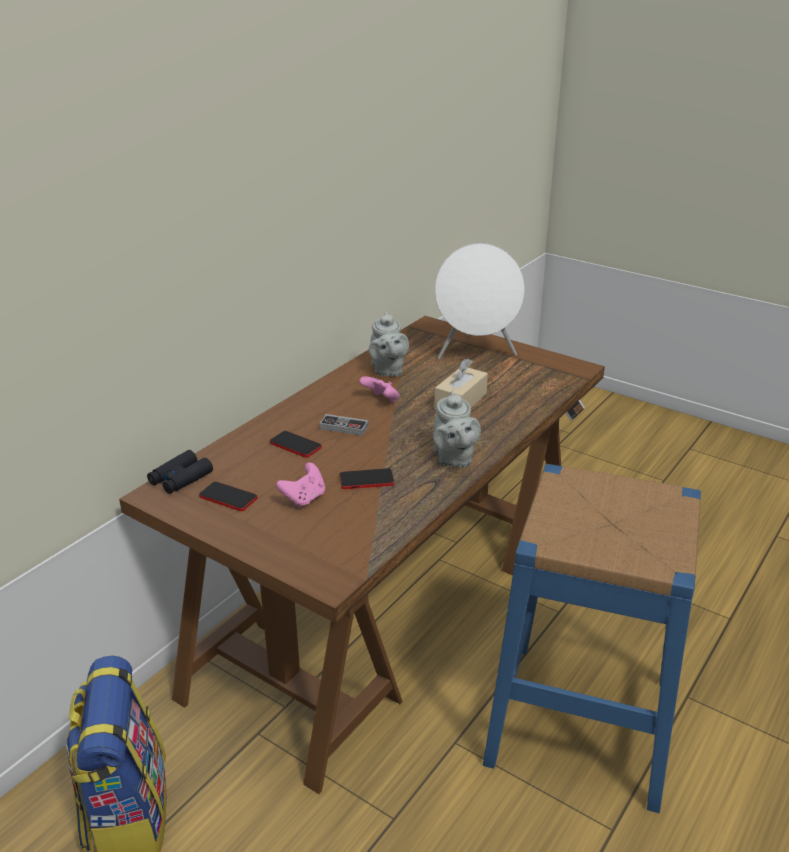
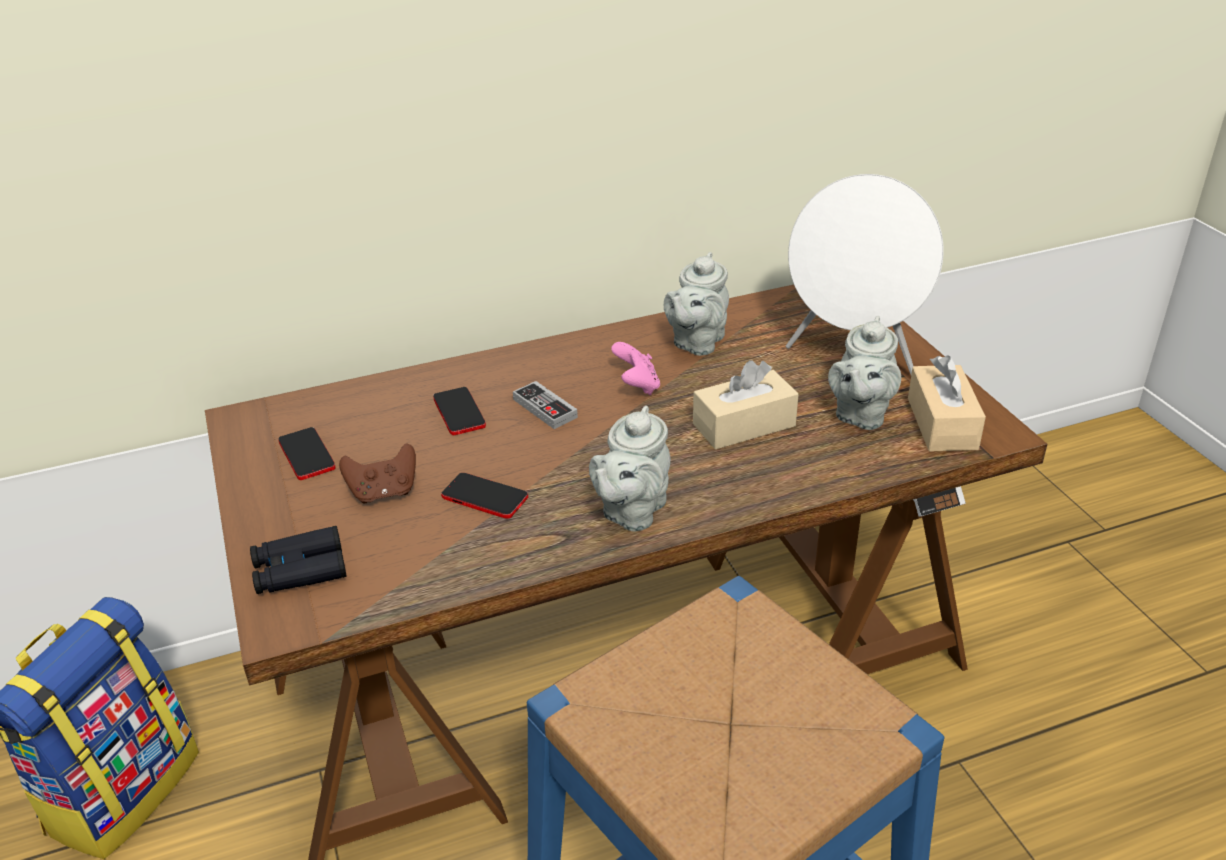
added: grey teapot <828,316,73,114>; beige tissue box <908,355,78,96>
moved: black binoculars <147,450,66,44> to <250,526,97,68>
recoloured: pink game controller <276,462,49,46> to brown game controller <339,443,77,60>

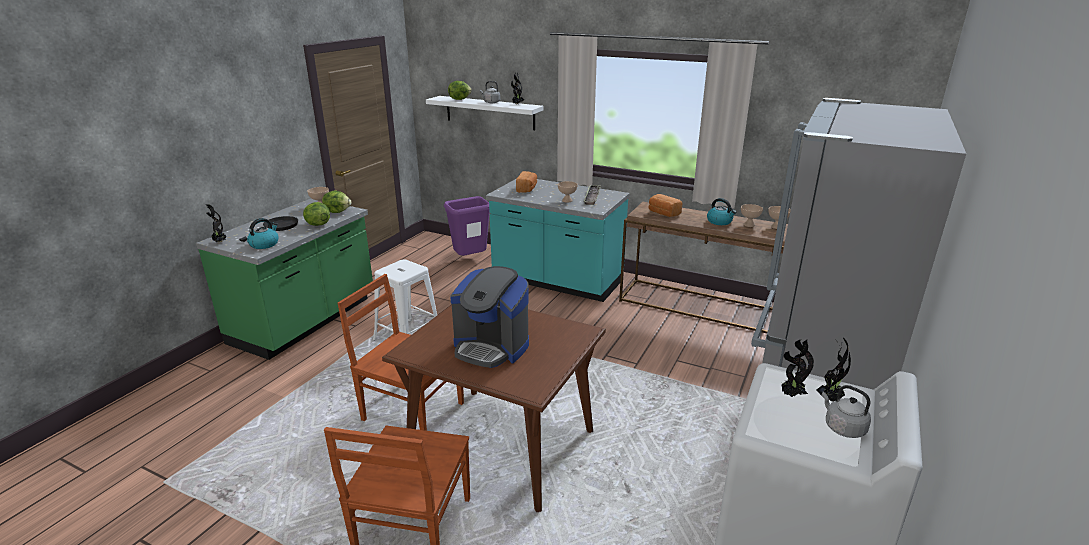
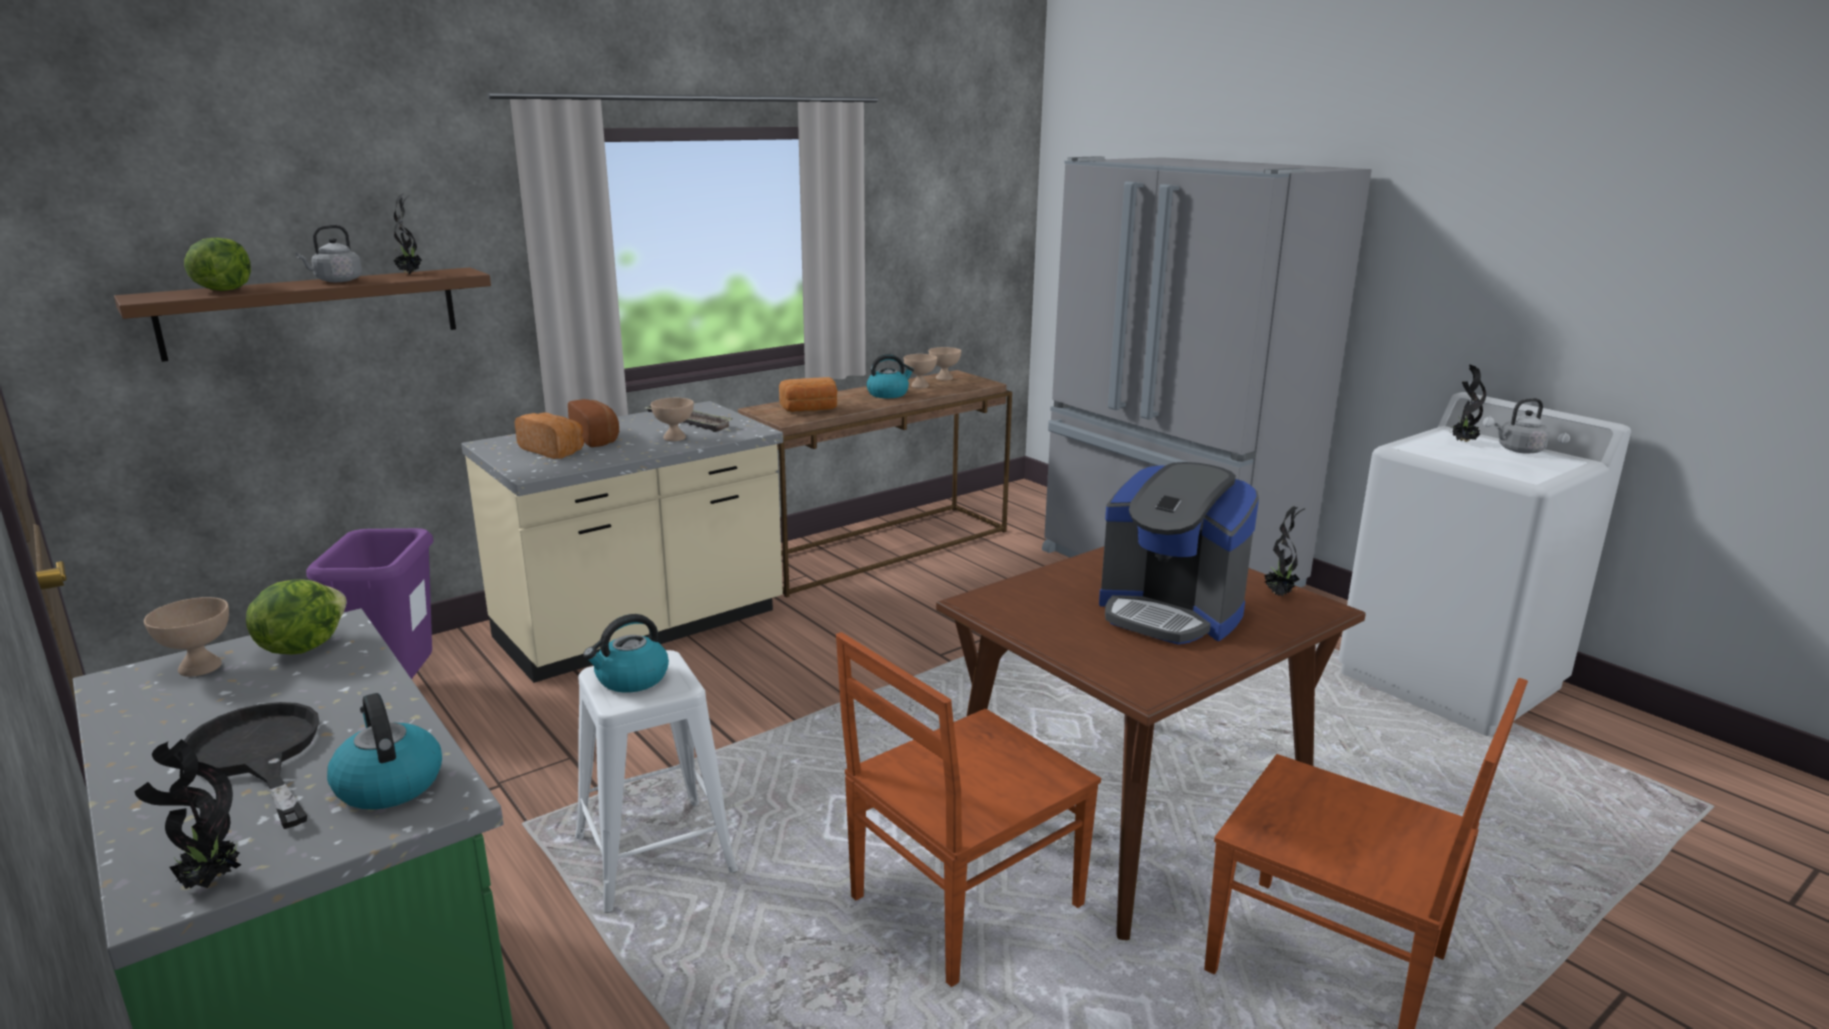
removed: lettuce <303,202,27,24>
added: bread <568,399,51,48>; kettle <583,614,86,78>
moved: potted plant <781,340,33,57> to <1264,506,41,90>
recoloured: white shelf <426,96,118,34> to brown shelf <114,267,377,95>; turquoise counter <486,179,144,123> to beige counter <461,401,322,282>
turned: coffee machine <450,266,79,102> = <1099,462,160,183> 75 degrees clockwise

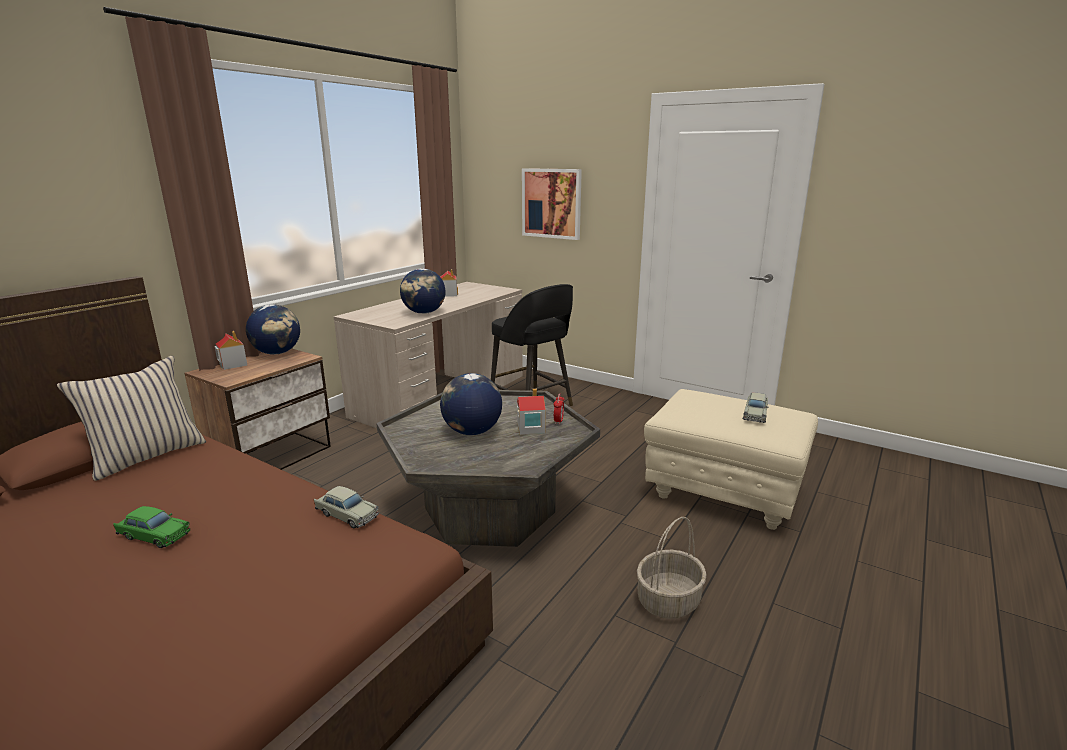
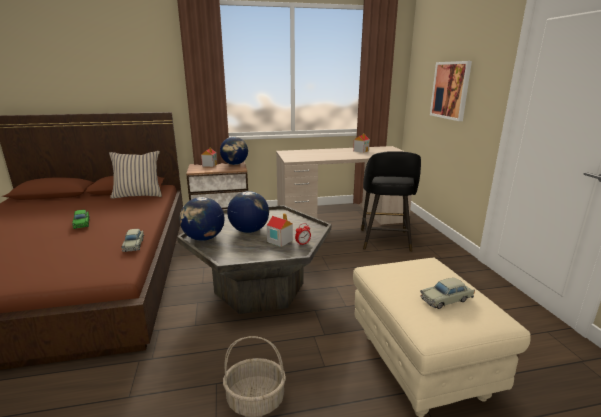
moved: globe <400,268,45,46> to <179,197,45,44>

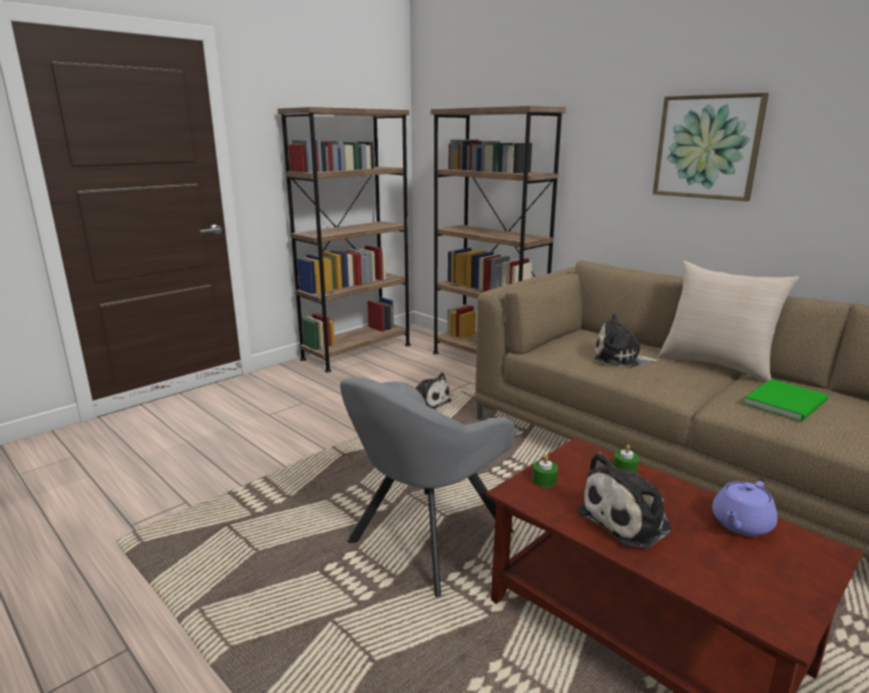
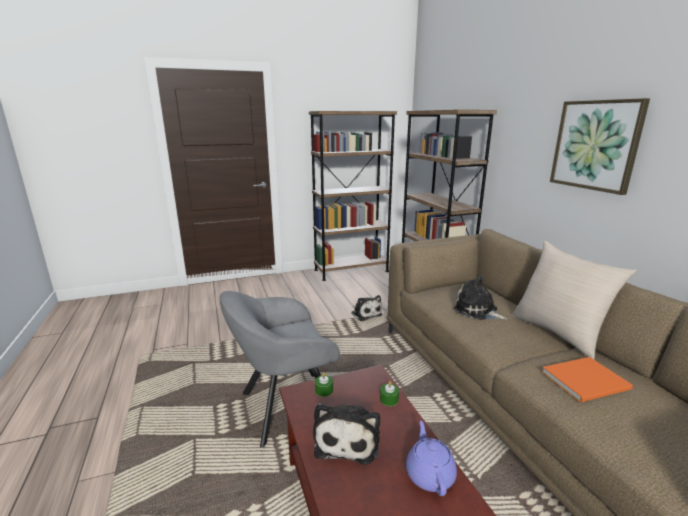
recoloured: green book <744,379,84,42> to orange book <542,357,91,46>
turned: plush toy <577,452,95,96> = <313,403,67,62> 75 degrees counterclockwise; purple teapot <712,481,66,55> = <406,421,51,75> 105 degrees clockwise

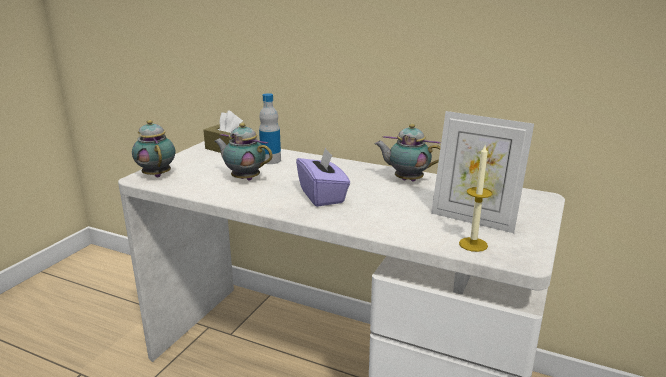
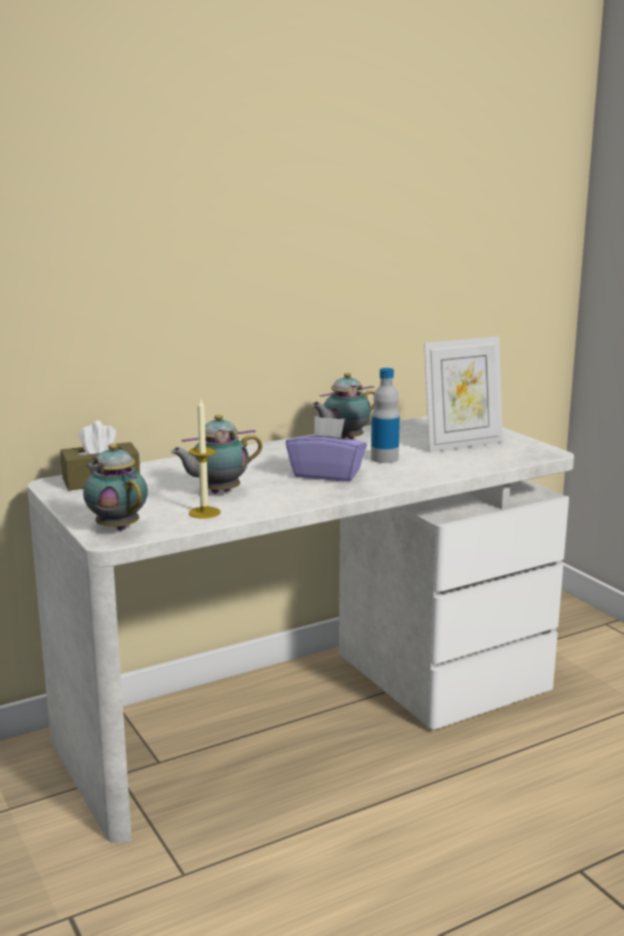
moved: candle <459,146,33,106> to <189,397,32,121>; bottle <259,93,22,71> to <371,368,29,95>
turned: teapot <132,120,43,58> = <83,443,65,88> 45 degrees clockwise

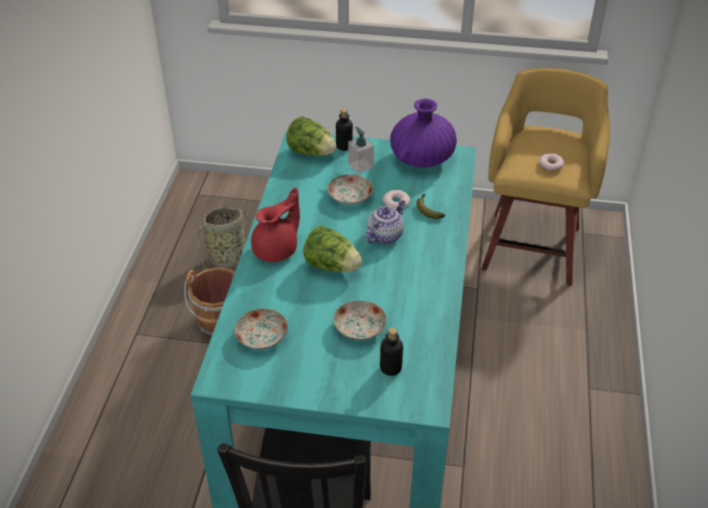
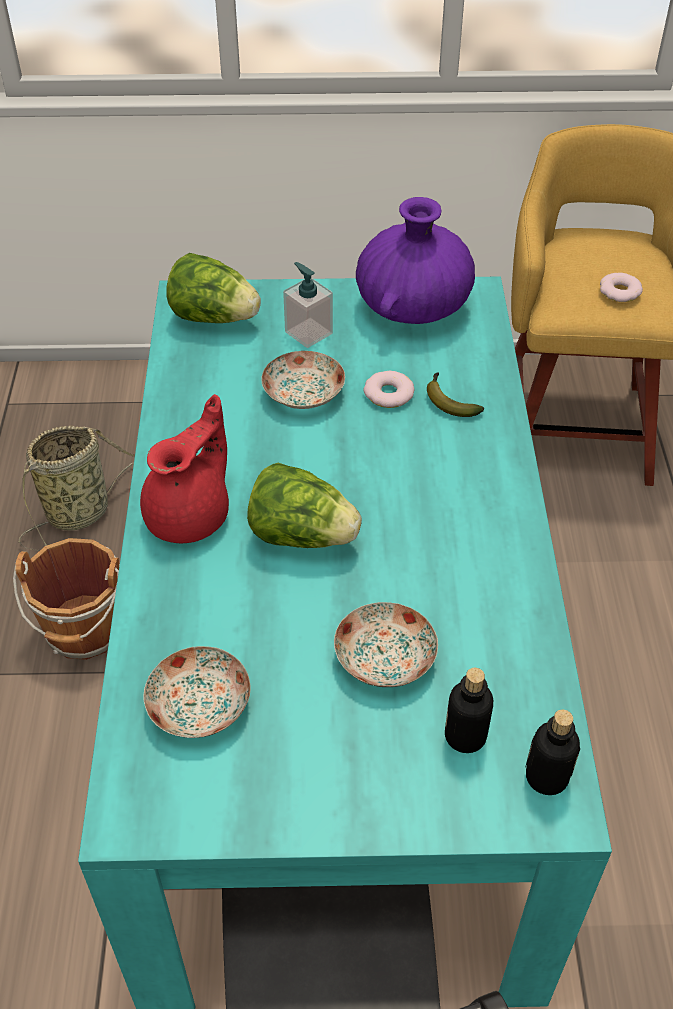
removed: teapot <365,200,40,44>
moved: bottle <336,108,17,43> to <526,710,54,85>

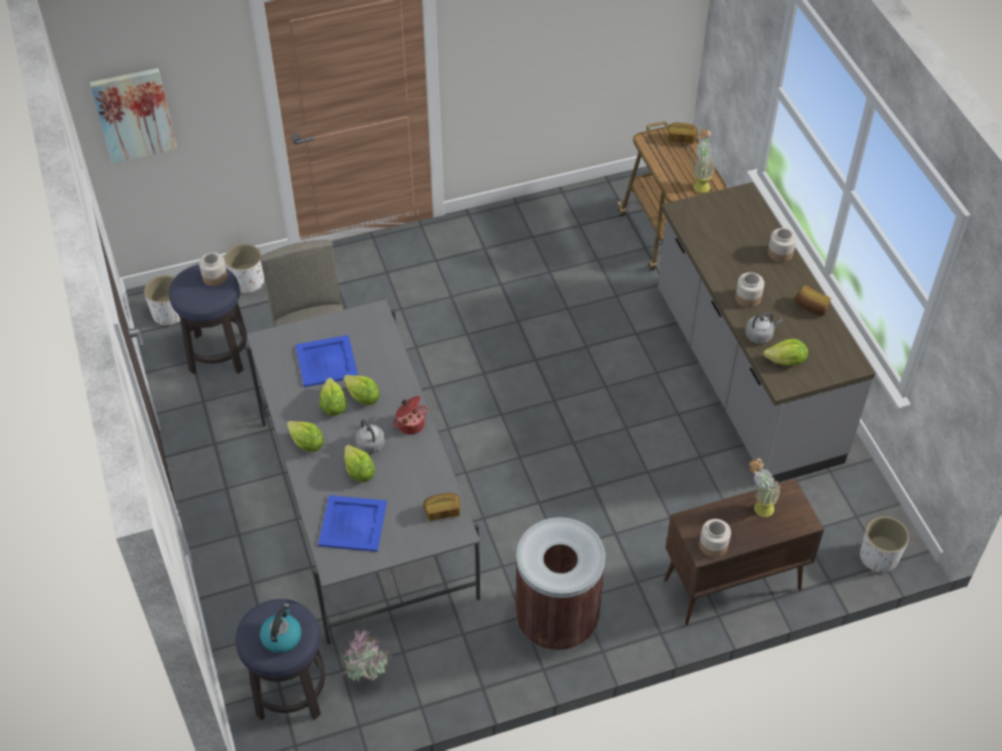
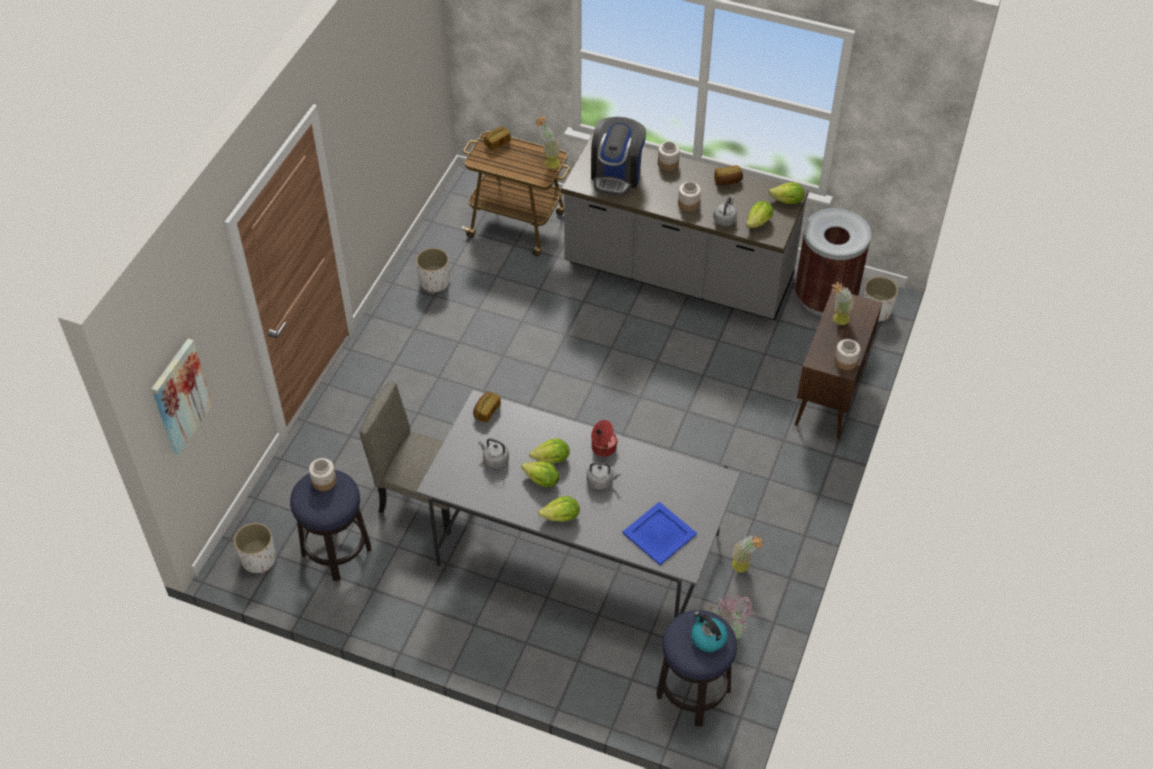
added: coffee machine <591,117,55,79>; potted plant <732,535,31,37>
moved: white planter <225,244,39,50> to <416,248,34,45>; bread <423,493,37,28> to <473,392,28,31>; lettuce <344,445,31,37> to <769,182,36,22>; brown trash can <515,517,91,134> to <795,208,76,108>
replaced: blue tray <295,335,63,52> to grey kettle <478,438,31,31>

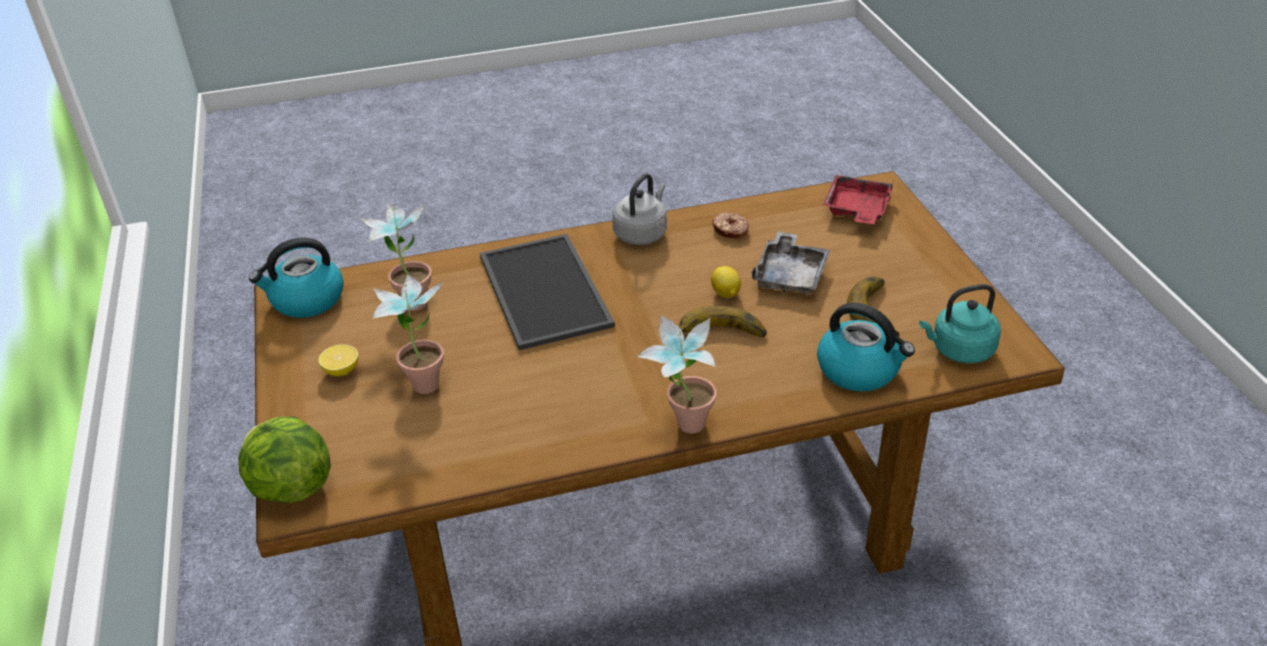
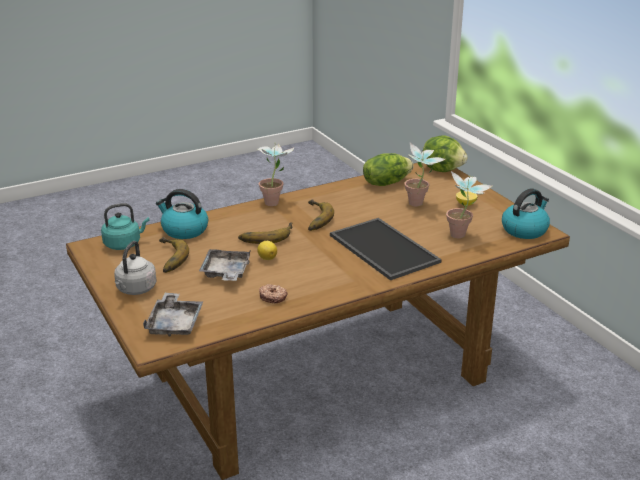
added: banana <308,199,26,32>; lettuce <363,153,51,33>
moved: grey kettle <612,173,55,72> to <114,241,43,54>
recoloured: red tray <823,175,71,49> to grey tray <143,293,60,44>

